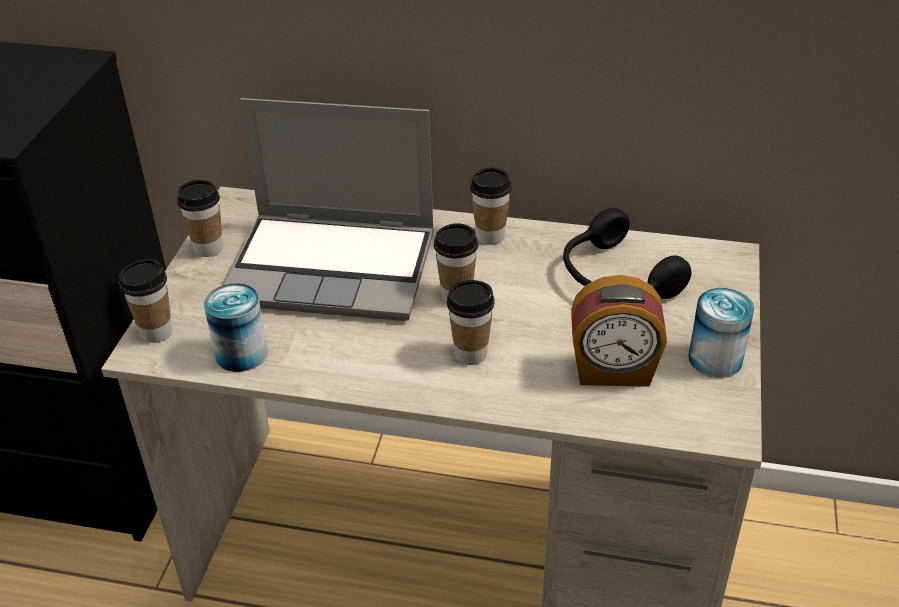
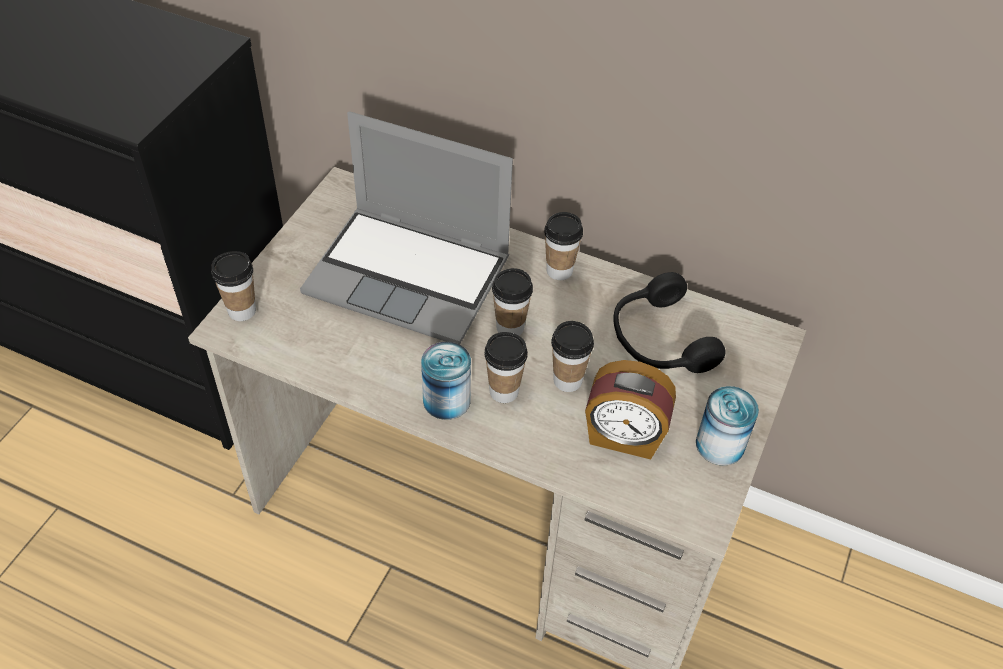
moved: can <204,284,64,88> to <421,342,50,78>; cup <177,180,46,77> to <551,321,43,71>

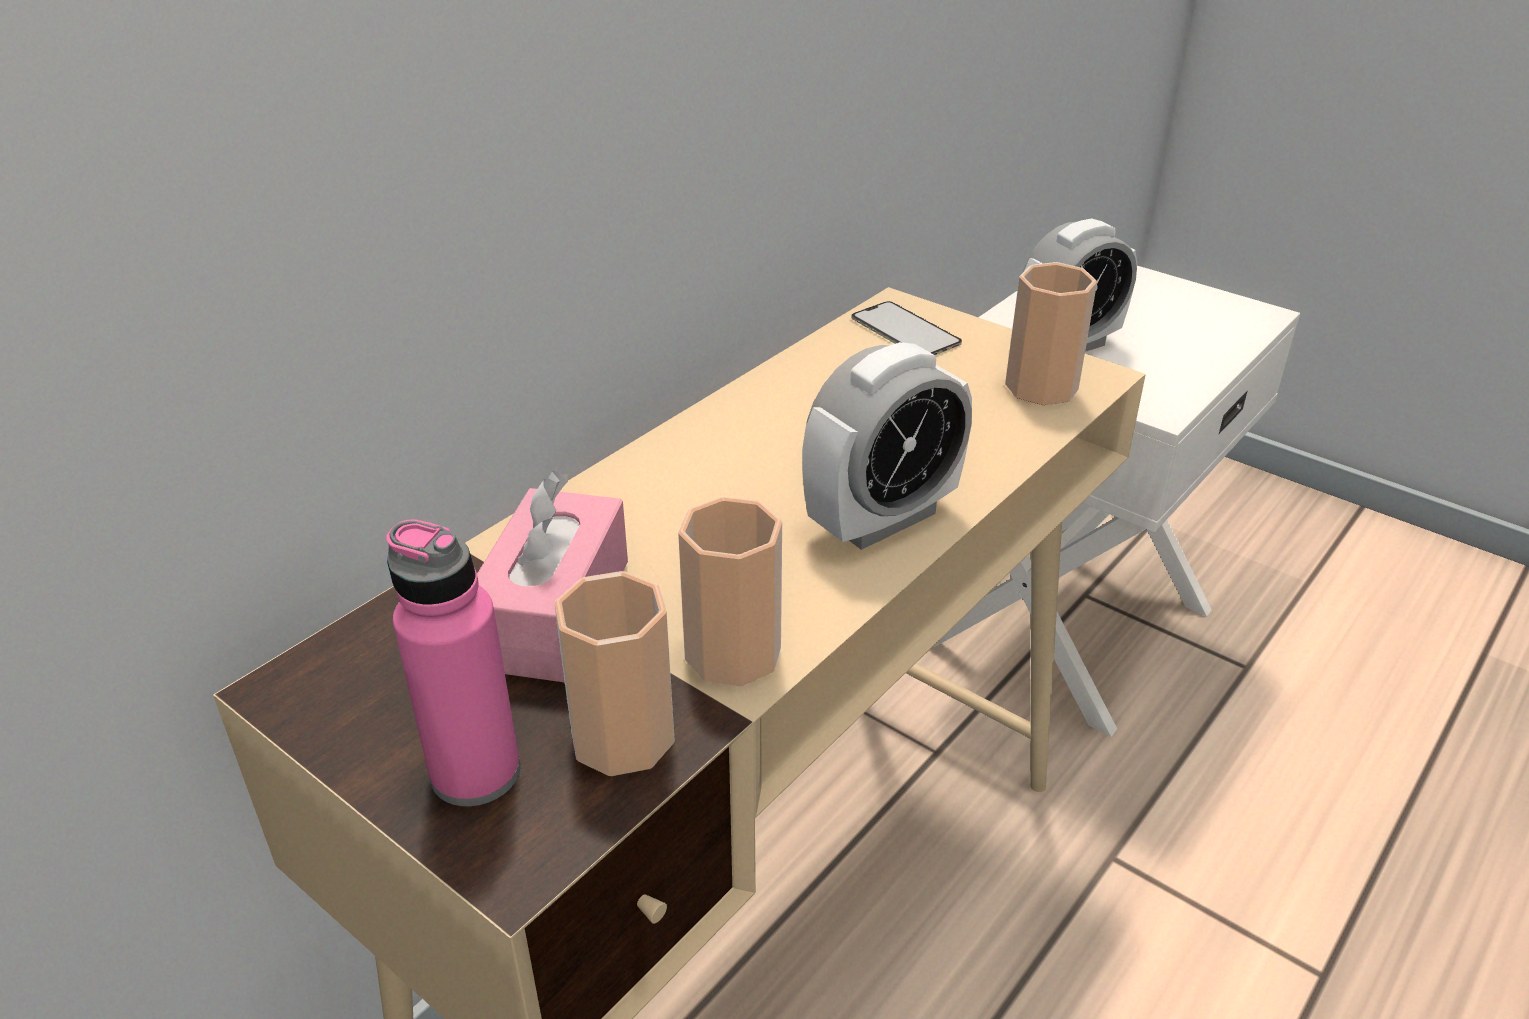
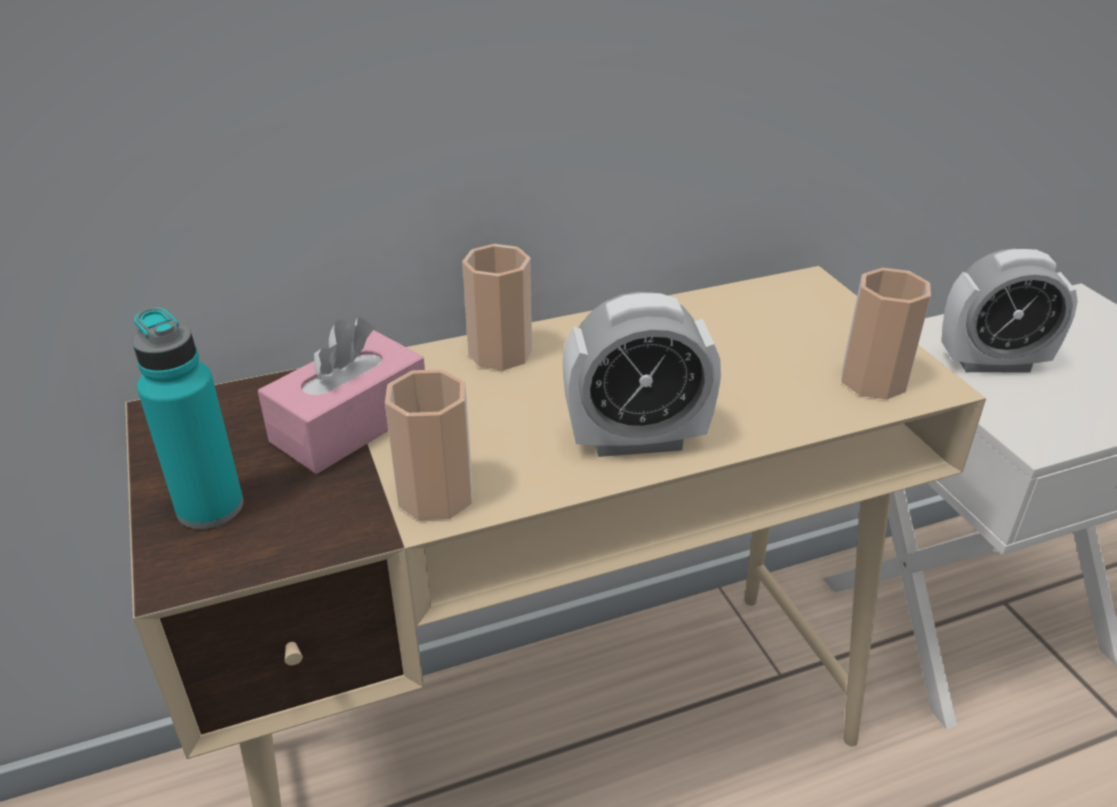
removed: phone <851,301,111,54>
moved: cup <554,571,121,205> to <462,244,70,127>
recoloured: pink bottle <386,519,134,287> to turquoise bottle <133,307,111,222>

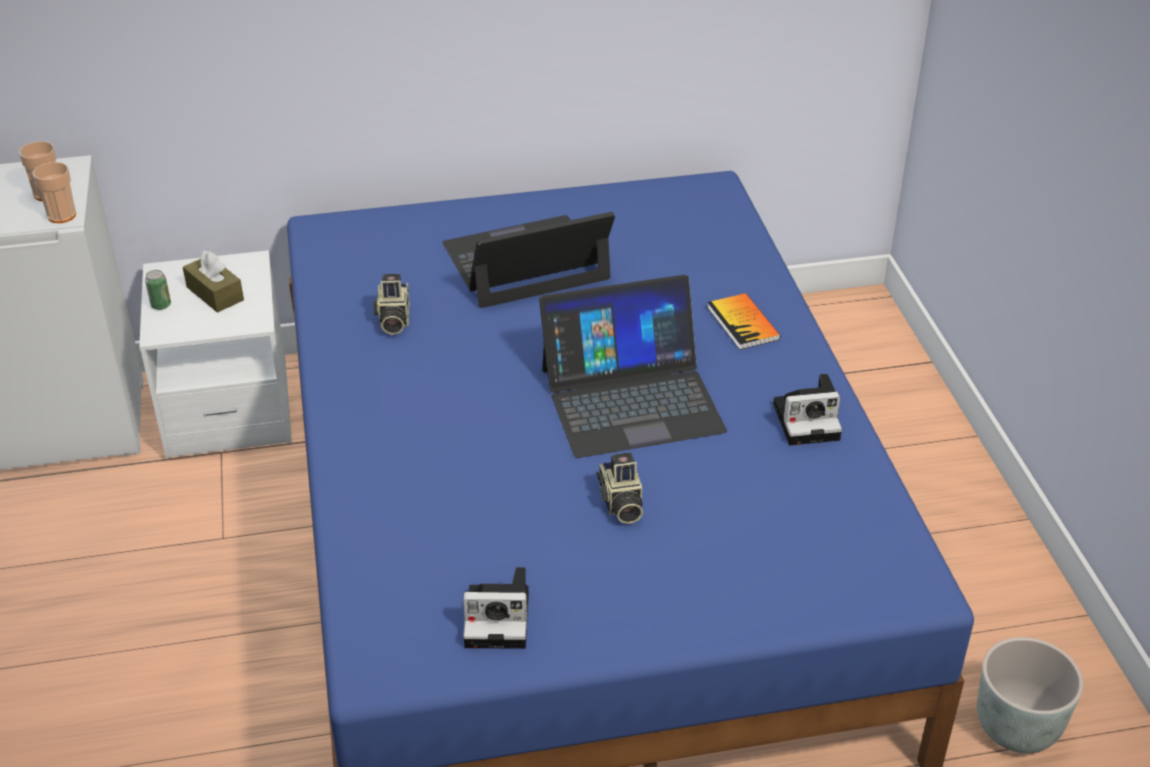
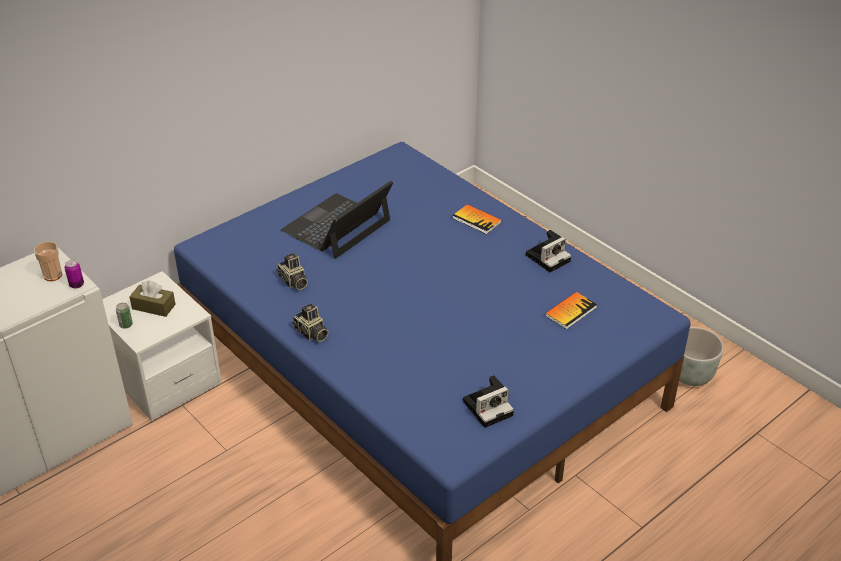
removed: laptop <539,275,188,183>
added: book <545,292,52,38>
moved: photo camera <597,452,46,72> to <292,303,37,39>
replaced: cup <32,162,44,61> to can <64,260,20,29>

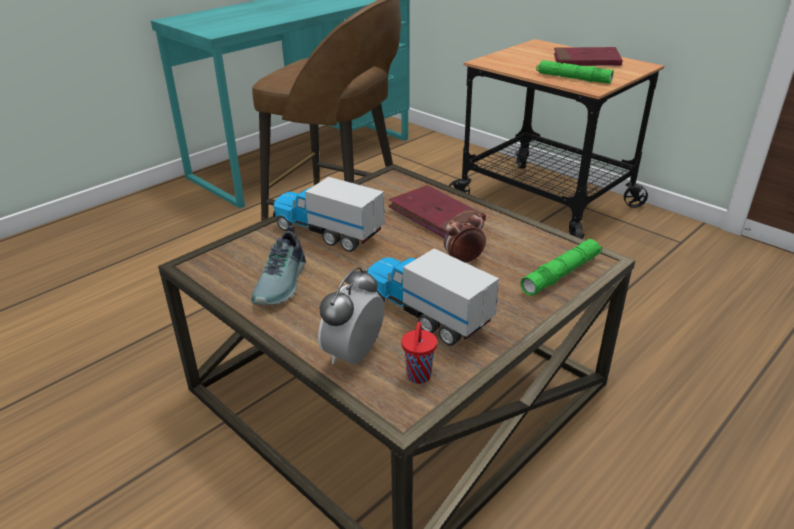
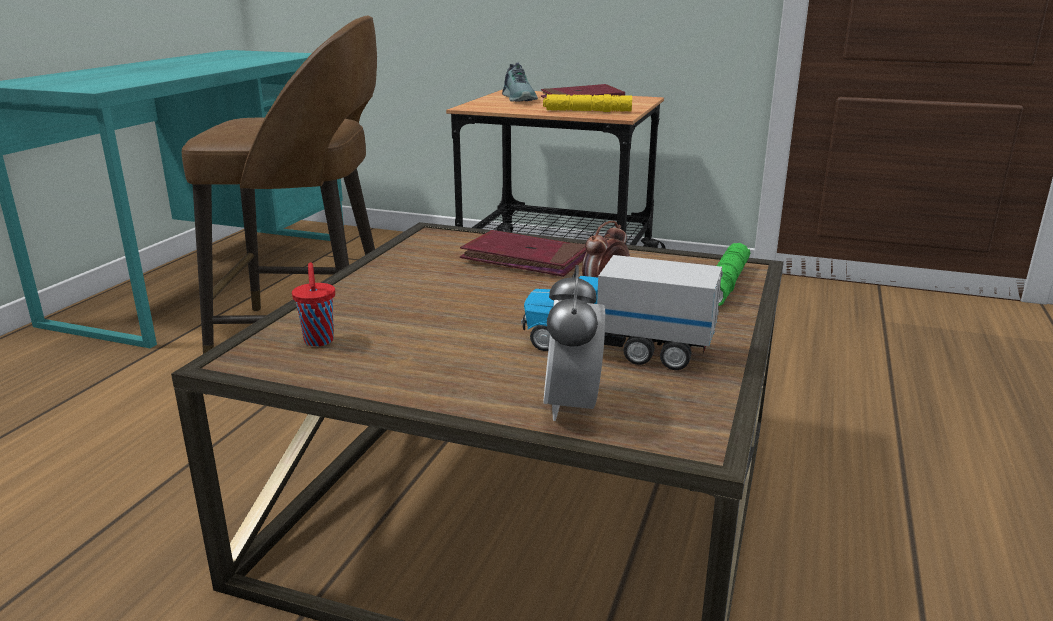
removed: toy truck <273,177,112,75>
moved: red cup <402,322,35,62> to <292,262,43,84>; shoe <251,225,55,80> to <502,63,36,39>
recoloured: green flashlight <536,60,78,24> to yellow flashlight <543,94,89,18>

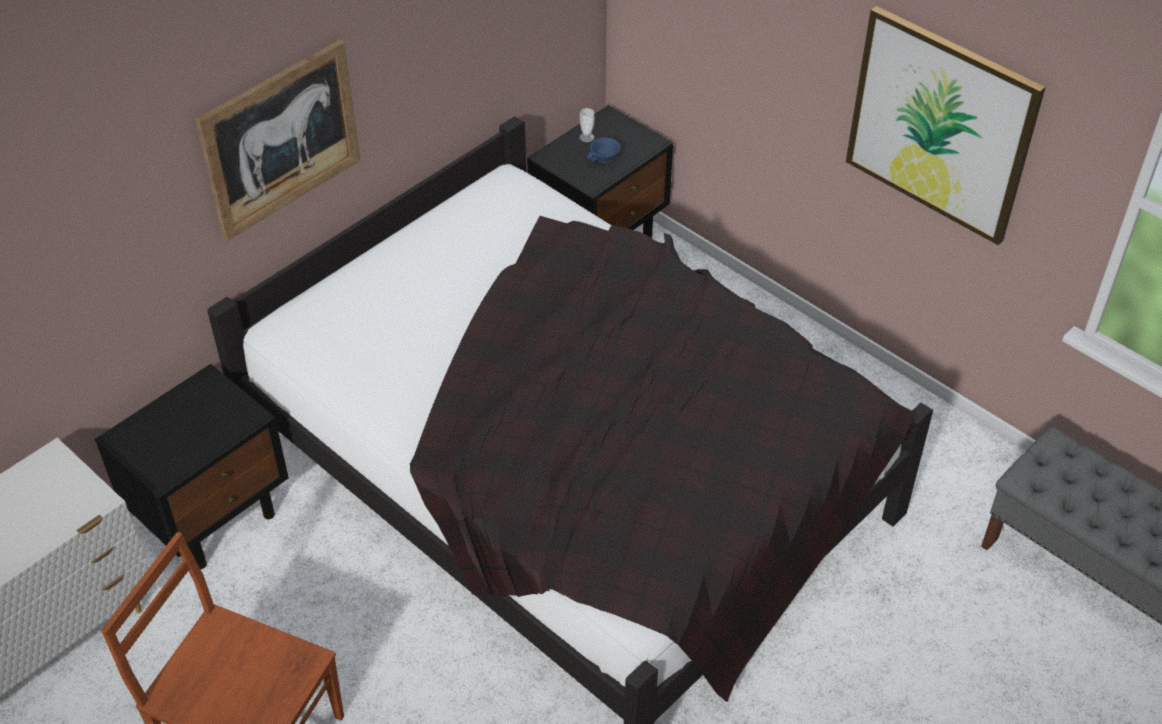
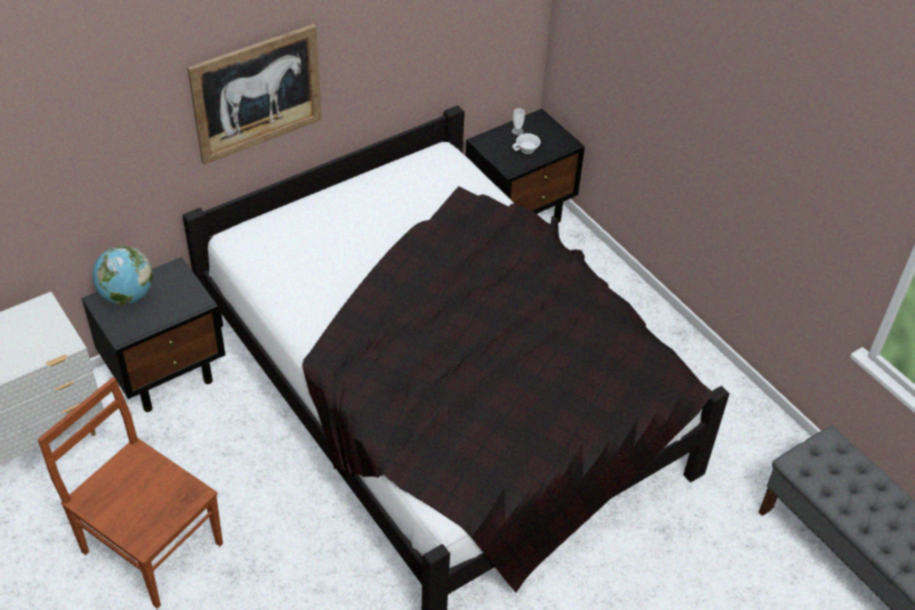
removed: picture <846,6,199,239>
added: globe <92,246,61,59>
recoloured: blue cup <587,138,34,25> to white cup <512,133,28,21>

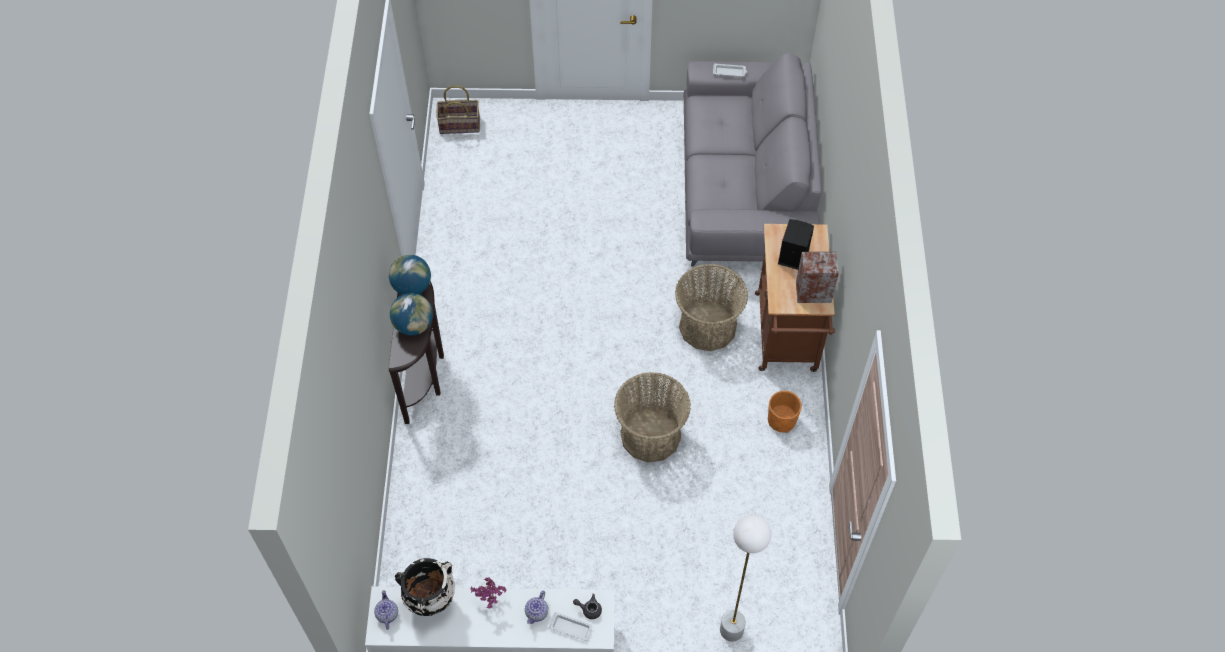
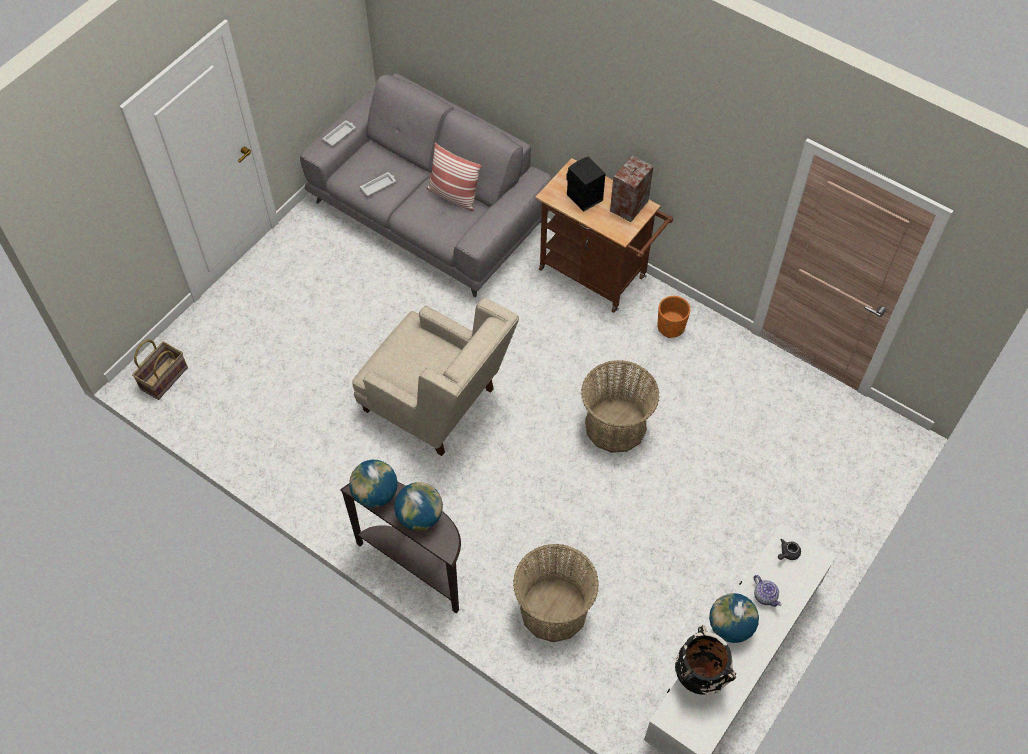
removed: teapot <374,590,24,40>; white floor lamp <720,515,51,127>
added: beige armchair <352,298,167,158>; pillow <426,143,56,68>
moved: white tray <549,612,44,29> to <360,172,36,24>; basket <675,264,73,87> to <513,544,86,98>
replaced: potted plant <470,577,36,31> to globe <709,593,50,50>

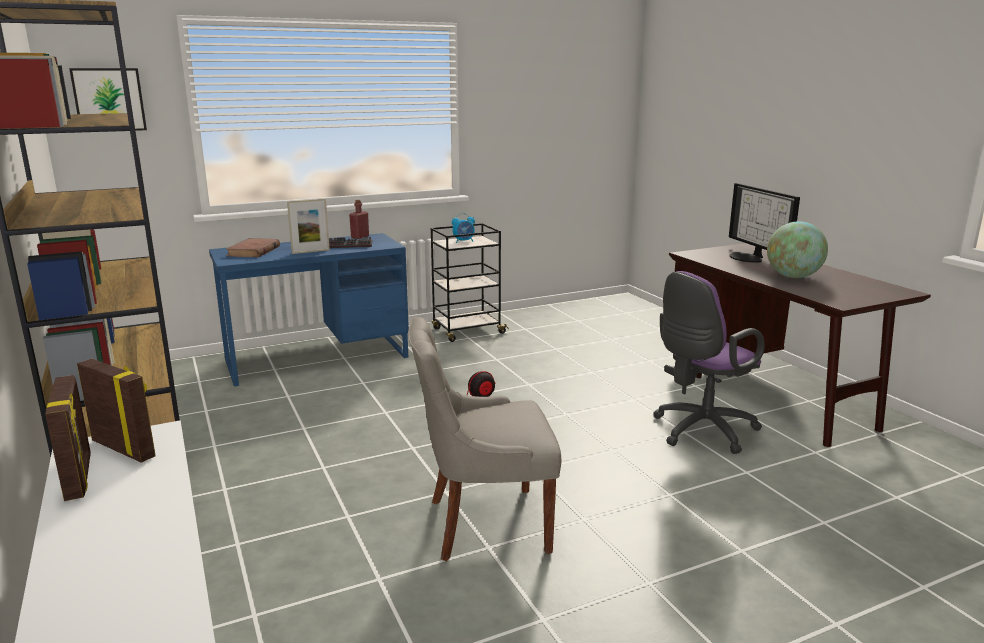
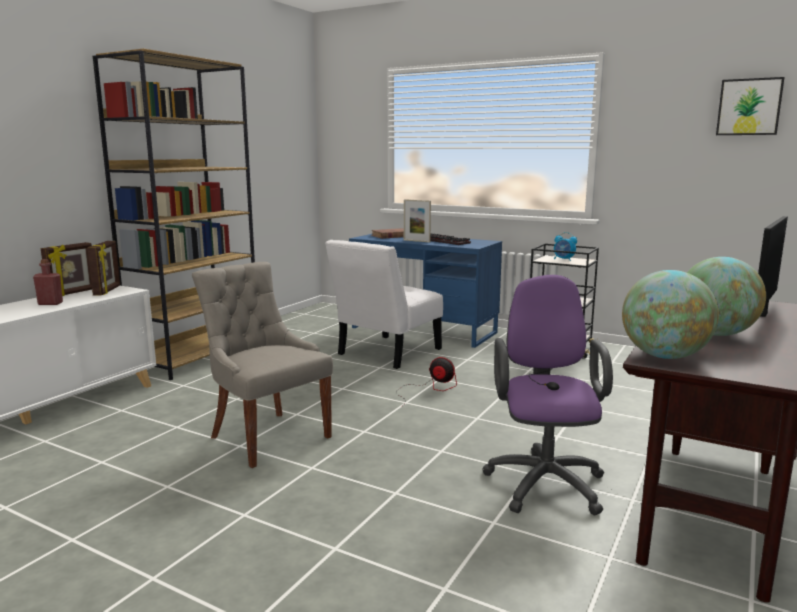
added: white chair <325,240,118,129>; globe <622,270,97,89>
moved: red bottle <349,200,20,39> to <33,259,30,46>; picture <69,68,78,63> to <716,77,69,58>
turned: purple office chair <653,271,112,183> = <482,275,131,240> 75 degrees clockwise

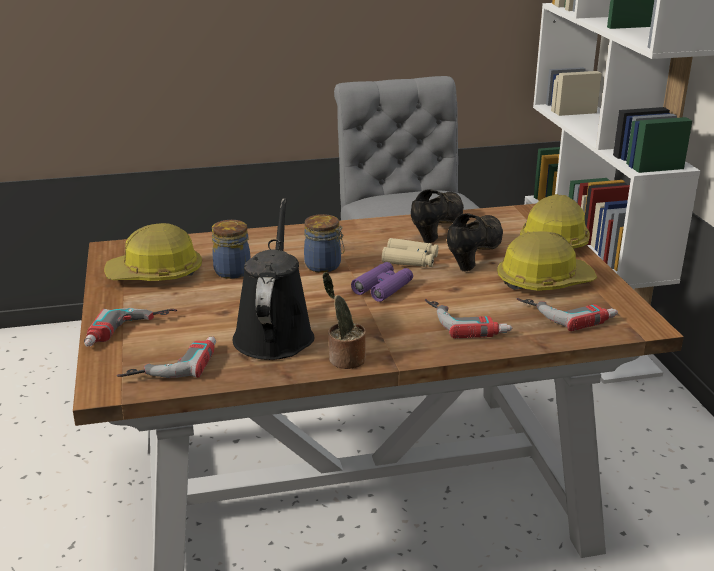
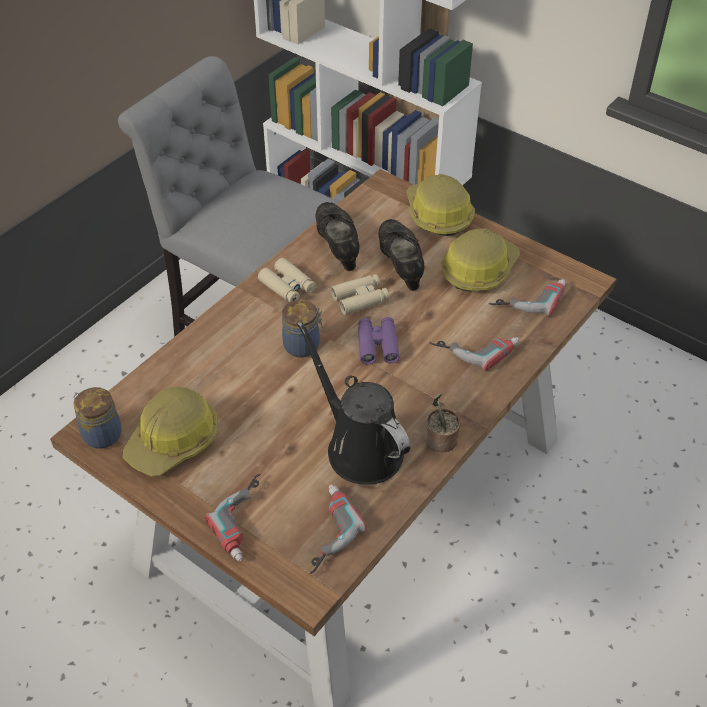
added: beige binoculars <258,258,58,44>
moved: jar <212,220,39,59> to <73,387,49,62>

